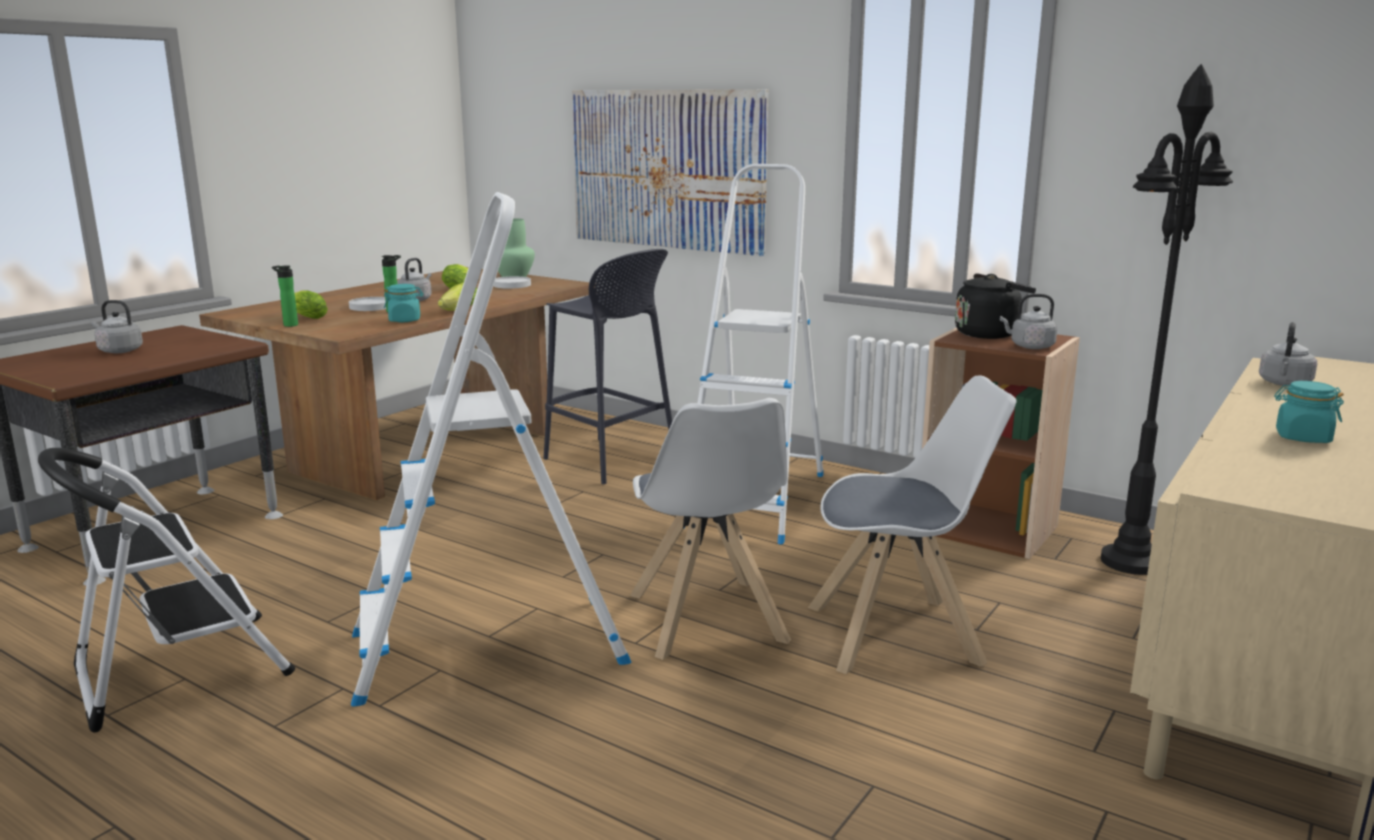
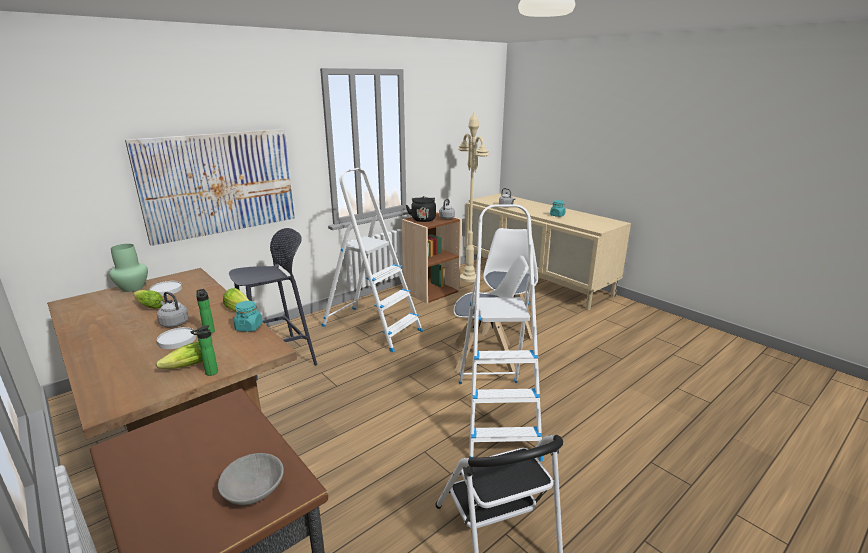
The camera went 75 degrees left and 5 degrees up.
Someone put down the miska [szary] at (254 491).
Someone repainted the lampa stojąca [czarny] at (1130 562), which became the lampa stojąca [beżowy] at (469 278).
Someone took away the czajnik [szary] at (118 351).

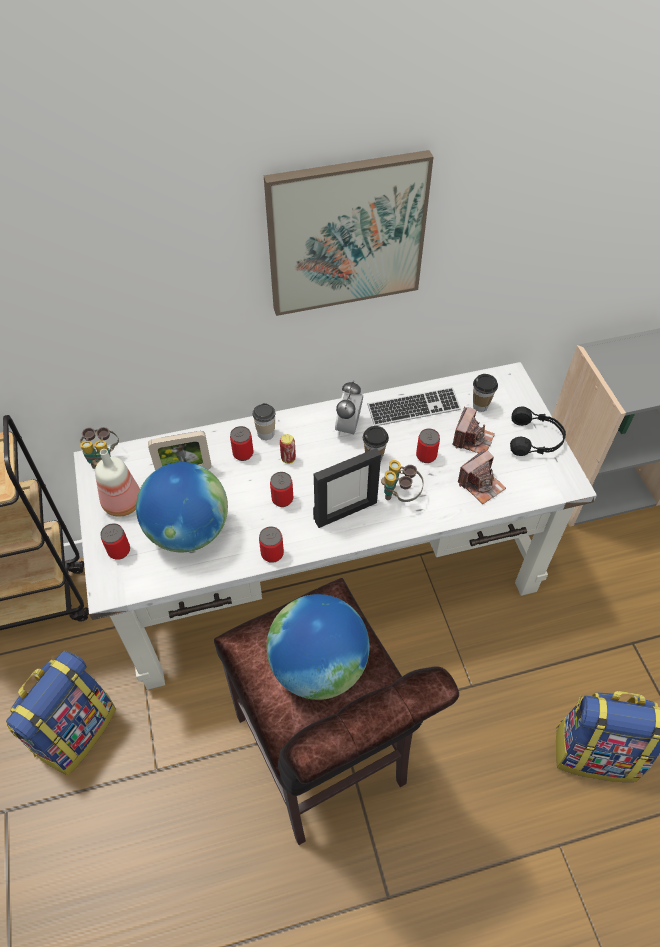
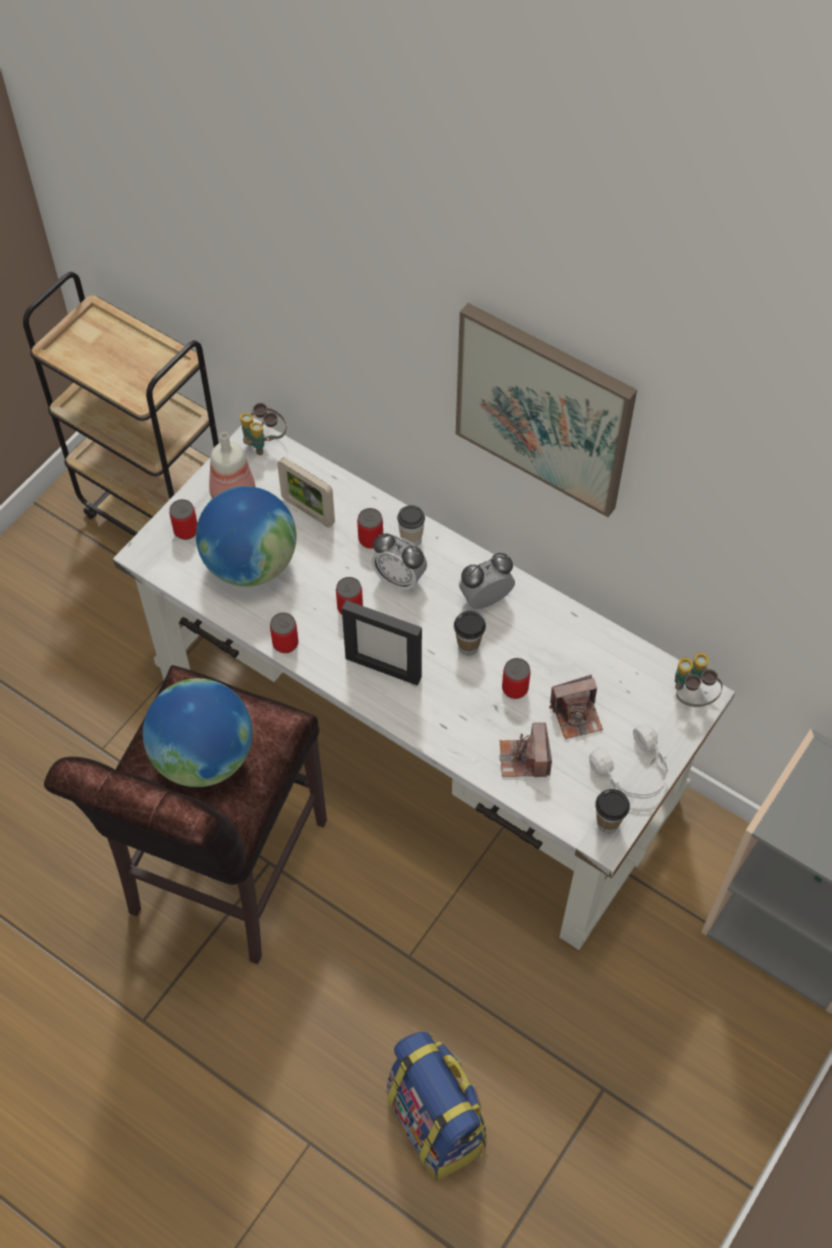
The camera went 50 degrees right and 5 degrees up.
Someone swapped the puszka at (288 459) for the budzik at (399 578).
Someone rotated the aparat fotograficzny at (481 485) by 75 degrees clockwise.
Someone repainted the słuchawki [czarny] at (535 439), which became the słuchawki [biały] at (633 772).
Someone carried the filiżanka from (480 406) to (607 823).
Someone carried the lornetka from (400 495) to (692 695).
Someone took away the plecak at (75 729).
Someone took away the klawiatura at (413 408).

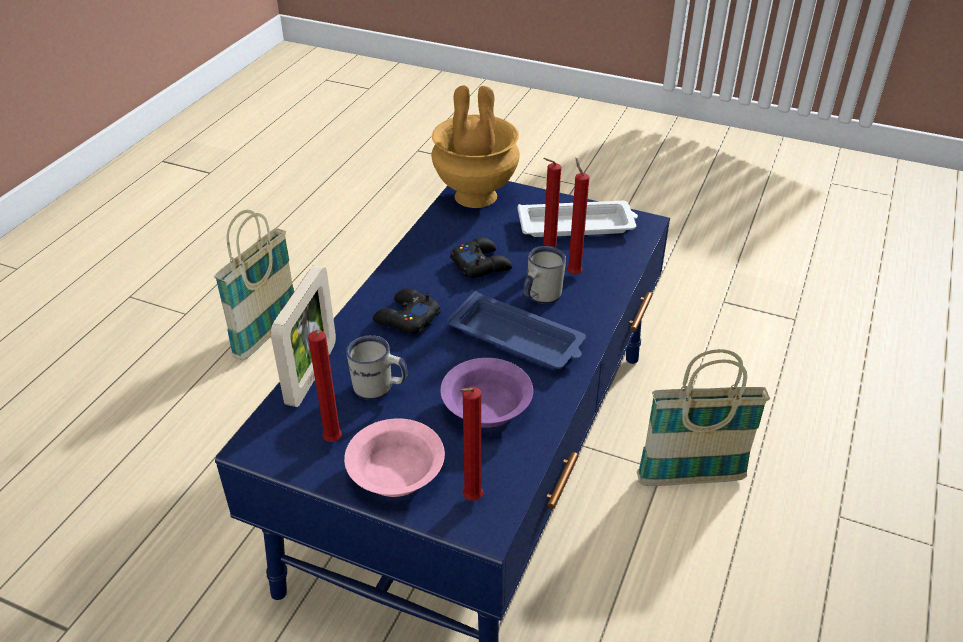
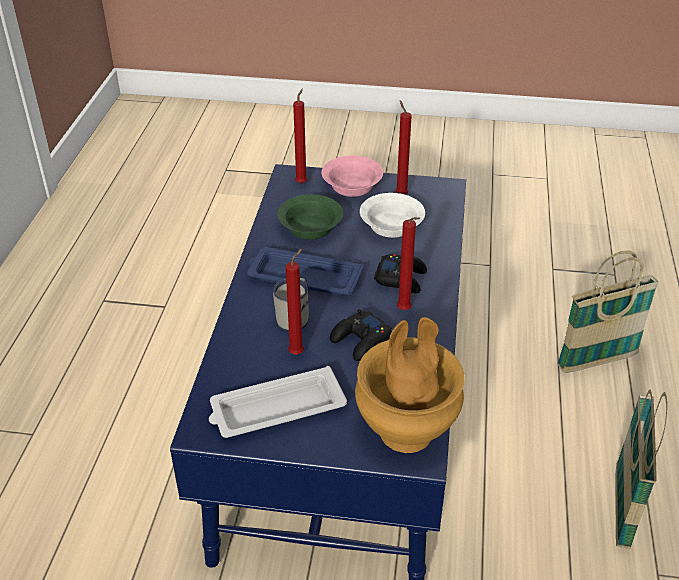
The camera went 165 degrees right and 0 degrees up.
Someone repainted the miska [fioletowy] at (485 406), which became the miska [zielony] at (311 229).
Someone swapped the kubek [biały] at (379 389) for the miska [biały] at (390 227).
Someone carried the świeca [czerwony] from (573 273) to (405 311).
Someone carried the koszyk from (690 478) to (597 361).
Someone took away the ramka na zdjęcie at (312 374).

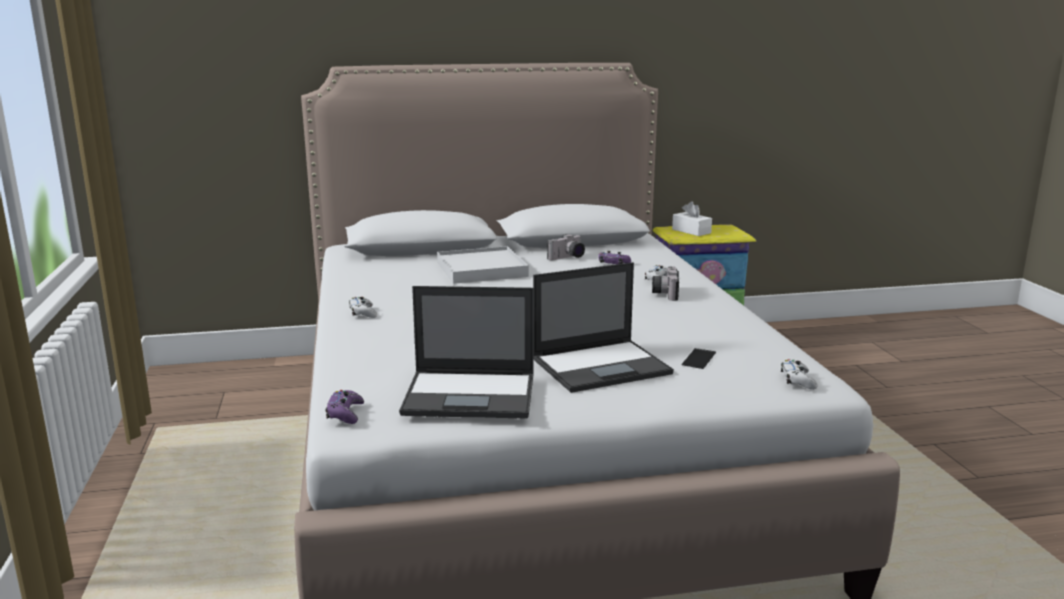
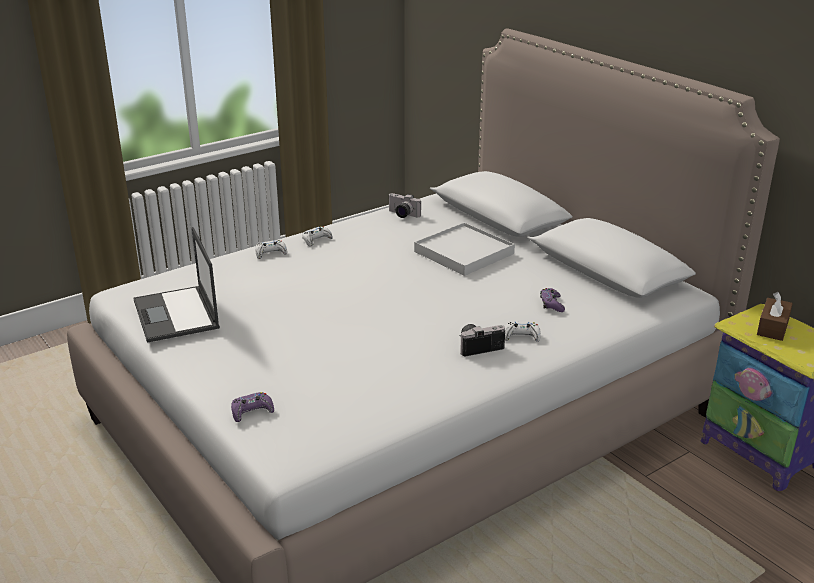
The camera went 65 degrees right and 10 degrees up.
Someone carried the pad do gier [fioletowy] from (345 413) to (252 411).
Someone carried the pad do gier [biały] from (797 380) to (270 253).
Someone carried the aparat fotograficzny from (568 258) to (402 215).
Someone repainted the pudełko chusteczek [biały] at (691 231), which became the pudełko chusteczek [brązowy] at (773 327).
Someone took away the laptop at (602 366).
Someone took away the telefon at (699 359).

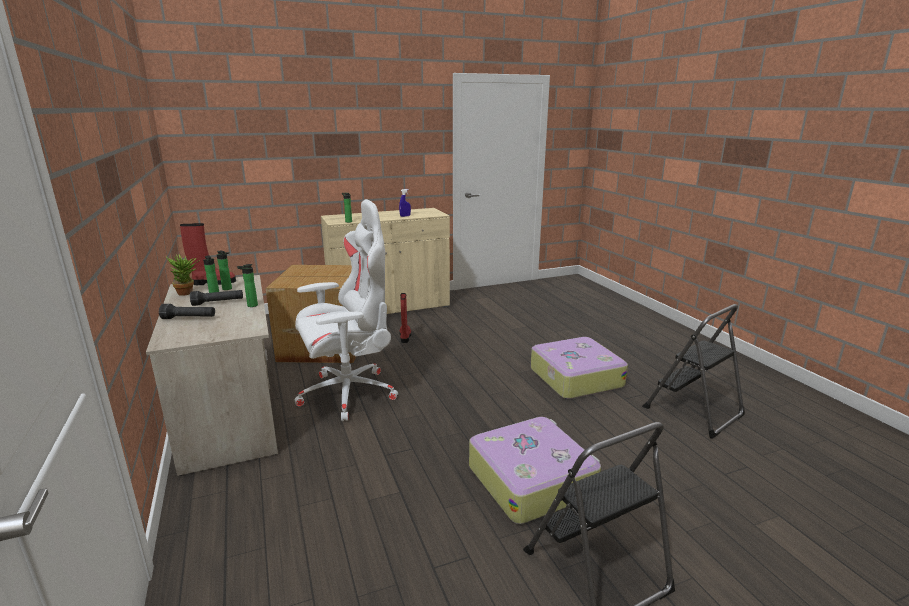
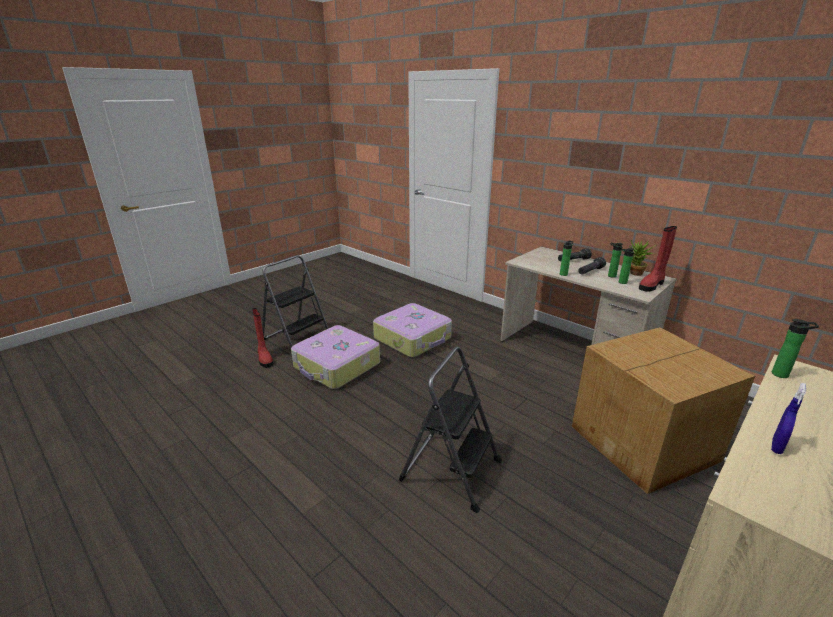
The camera went 155 degrees right and 5 degrees up.
Someone carried the but z cholewką [czerwony] from (405 337) to (264 359).
Someone carried the walizka from (574 377) to (413 338).
Someone carried the drabinka [czarny] from (696 412) to (447 468).
Someone took away the krzesło biurowe [biały] at (346 394).

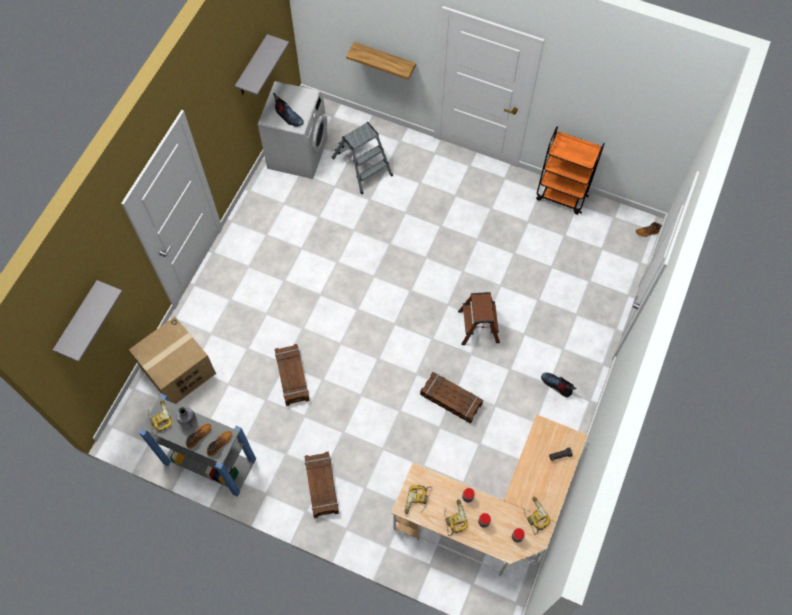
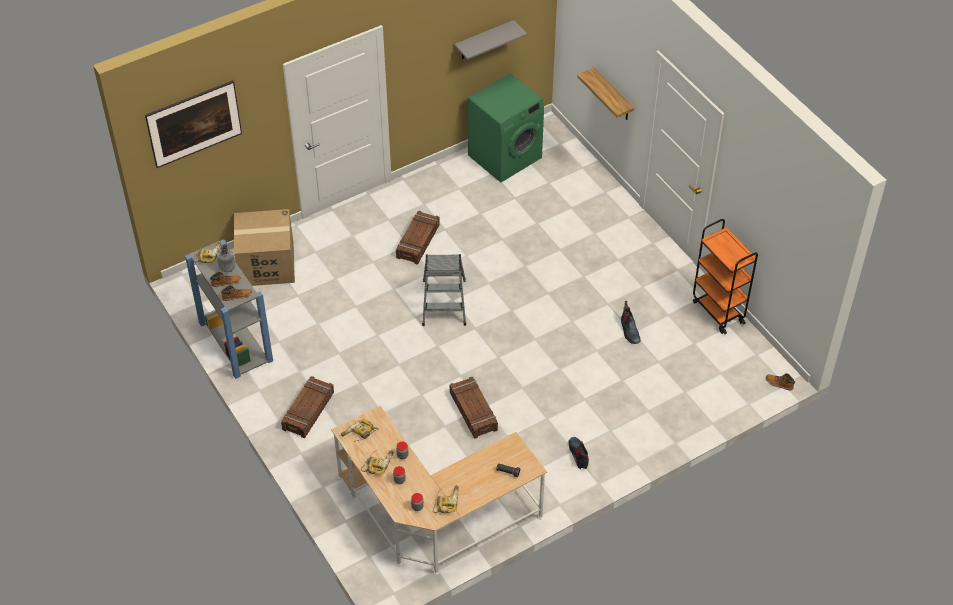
The camera went 35 degrees right and 15 degrees down.
Someone swapped the półka [szary] at (79 320) for the obraz at (196 136).
Someone carried the skrzynka from (293 376) to (418 241).
Someone carried the drabinka [szary] from (362 166) to (444 302).
Someone repainted the pralka [biały] at (299 152), which became the pralka [zielony] at (506 157).
Someone carried the but z cholewką from (288 117) to (629 331).
Someone took away the drabinka [brązowy] at (478 326).

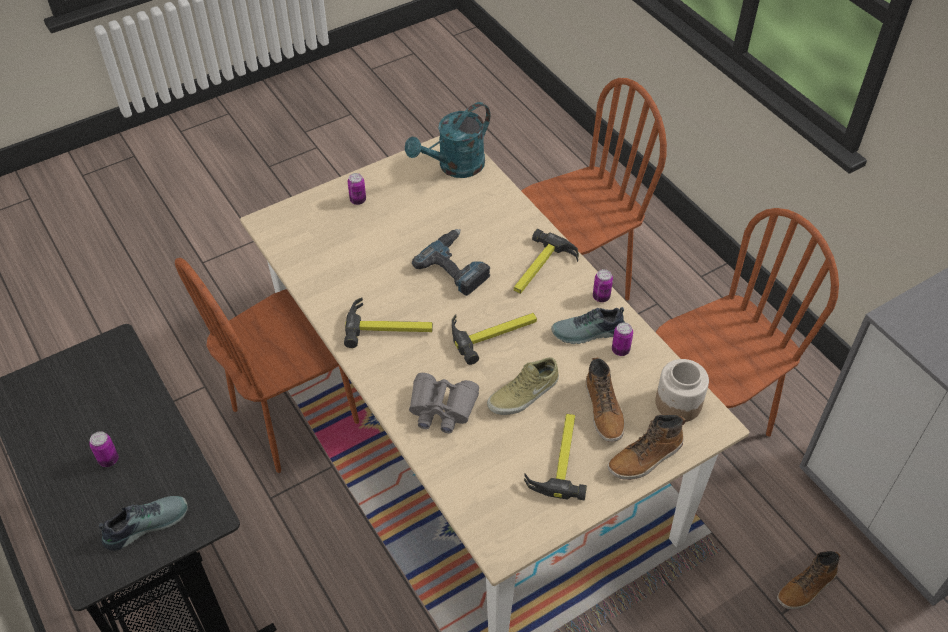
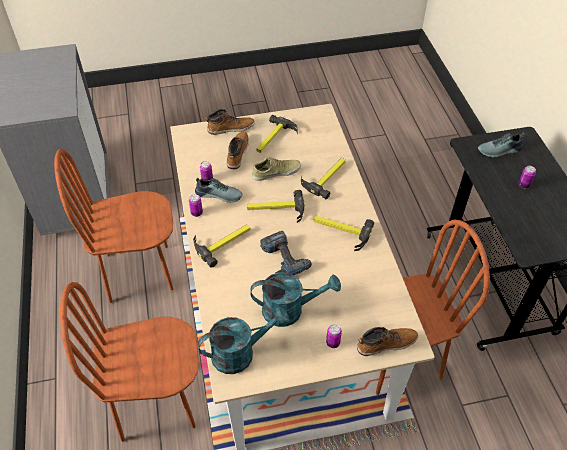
The camera went 160 degrees left and 0 degrees up.
Someone put down the konewka [turkusowy] at (290 310).
Someone swapped the lornetka [szary] at (442 408) for the młotek at (325 177).
Someone carried the but z cholewką from (806 588) to (386 343).
Someone took away the słoik at (678 403).

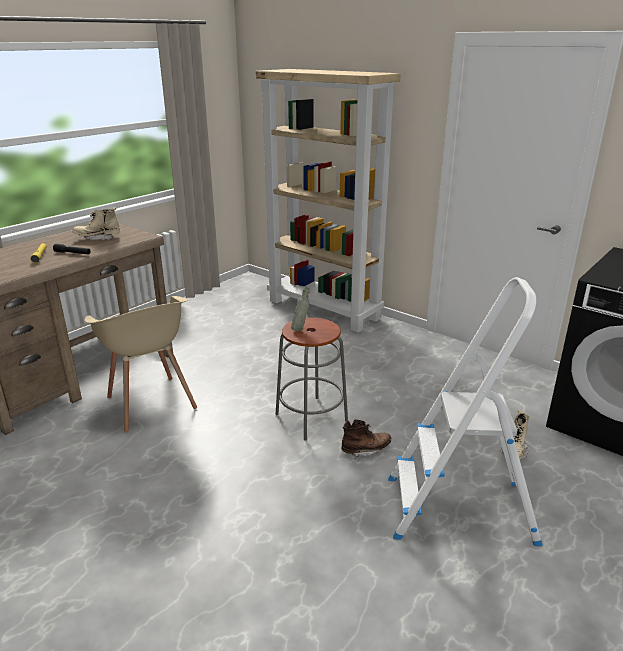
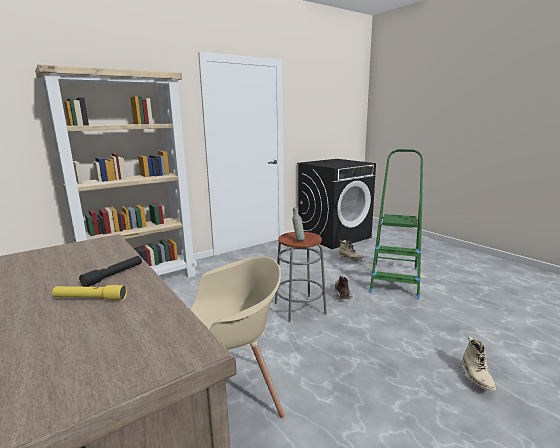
The camera went 75 degrees left and 10 degrees down.
Someone repainted the drabinka [biały] at (458 509), which became the drabinka [zielony] at (394 279).
Someone carried the but z cholewką [beżowy] from (98 238) to (476 379).

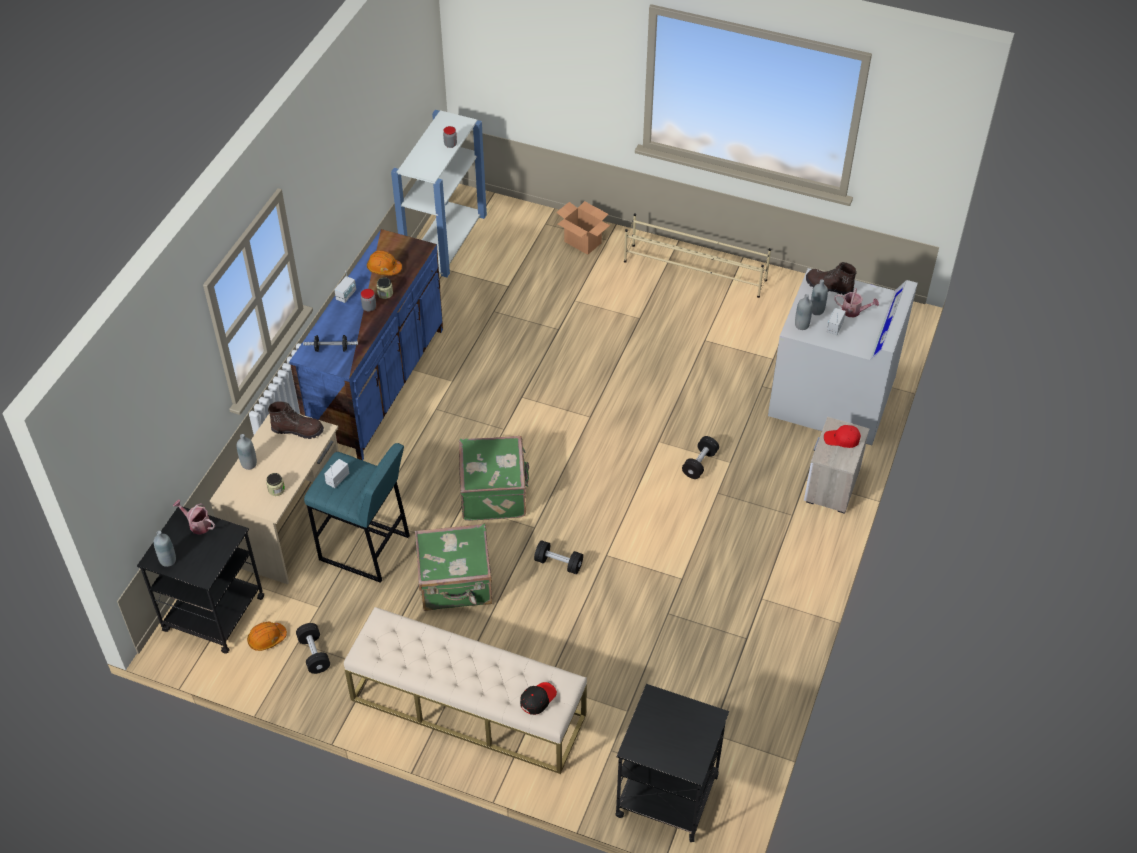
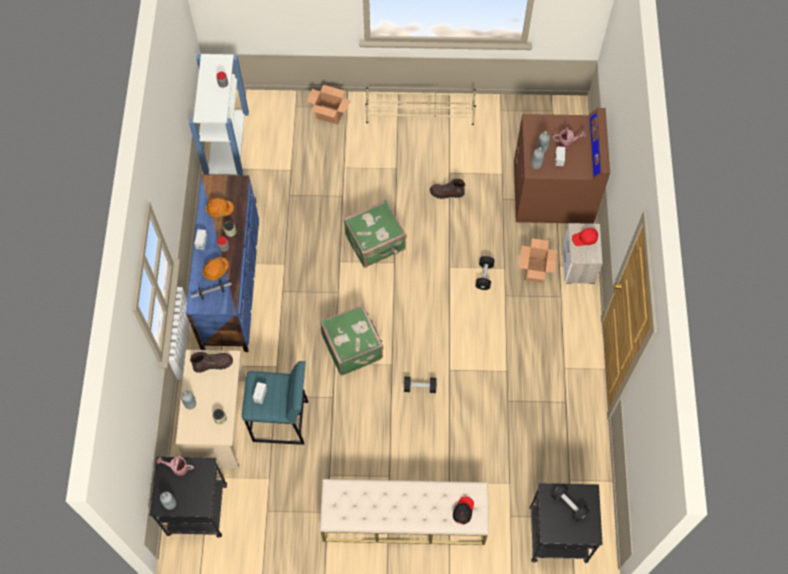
The camera went 20 degrees left and 15 degrees up.
Someone carried the kask [pomarańczowy] from (267 639) to (216 270).
Someone carried the walizka [zielony] from (456 584) to (376 243).
Someone carried the but z cholewką [brązowy] from (828 287) to (446 193).
Someone repainted the pralka [biały] at (831 396), which became the pralka [brązowy] at (552 192).
Someone put down the karton at (535 271).
Someone carried the hantel [czarny] from (314 654) to (569 505).

